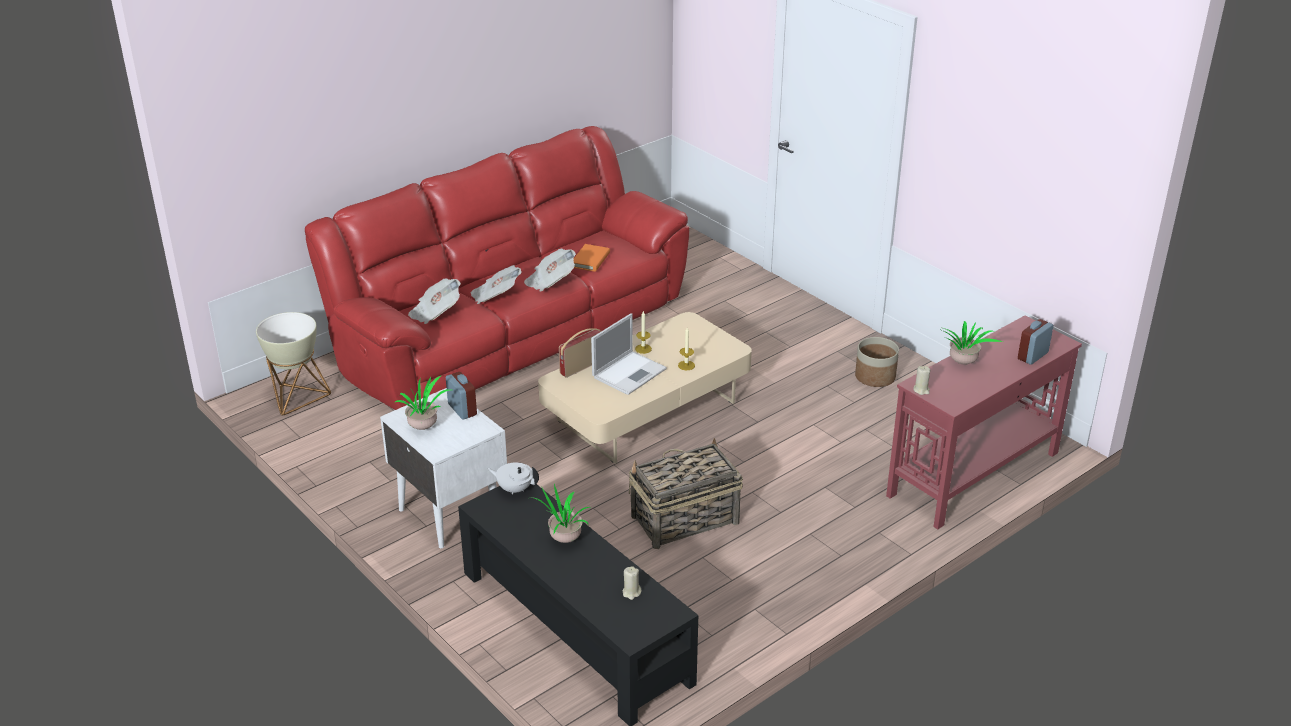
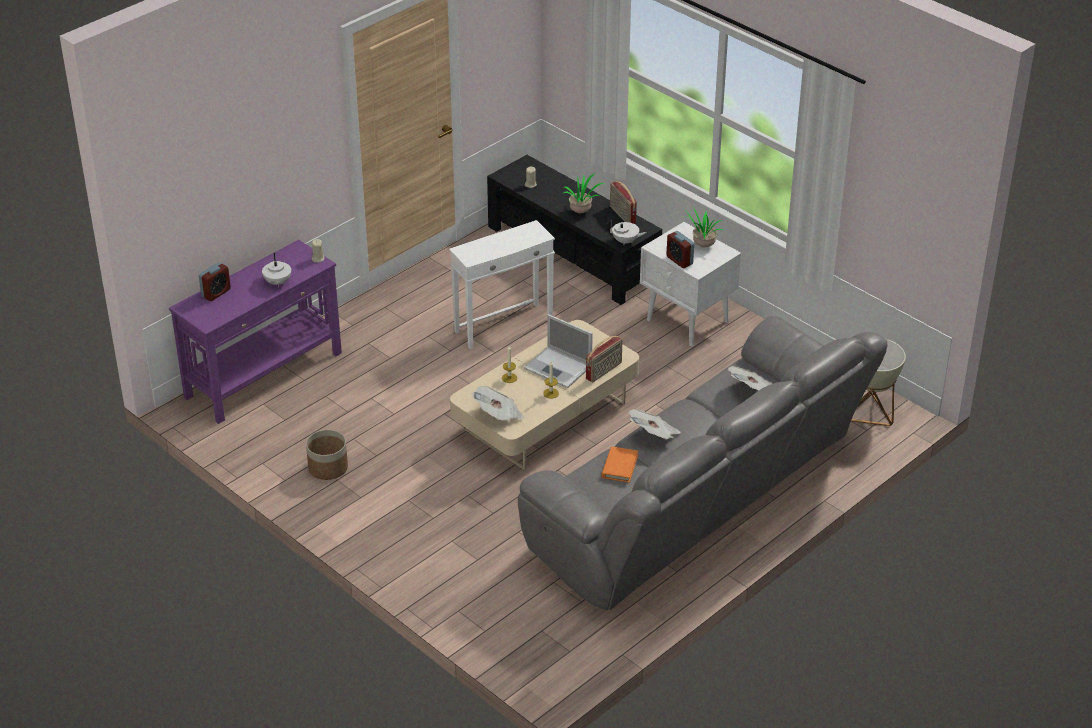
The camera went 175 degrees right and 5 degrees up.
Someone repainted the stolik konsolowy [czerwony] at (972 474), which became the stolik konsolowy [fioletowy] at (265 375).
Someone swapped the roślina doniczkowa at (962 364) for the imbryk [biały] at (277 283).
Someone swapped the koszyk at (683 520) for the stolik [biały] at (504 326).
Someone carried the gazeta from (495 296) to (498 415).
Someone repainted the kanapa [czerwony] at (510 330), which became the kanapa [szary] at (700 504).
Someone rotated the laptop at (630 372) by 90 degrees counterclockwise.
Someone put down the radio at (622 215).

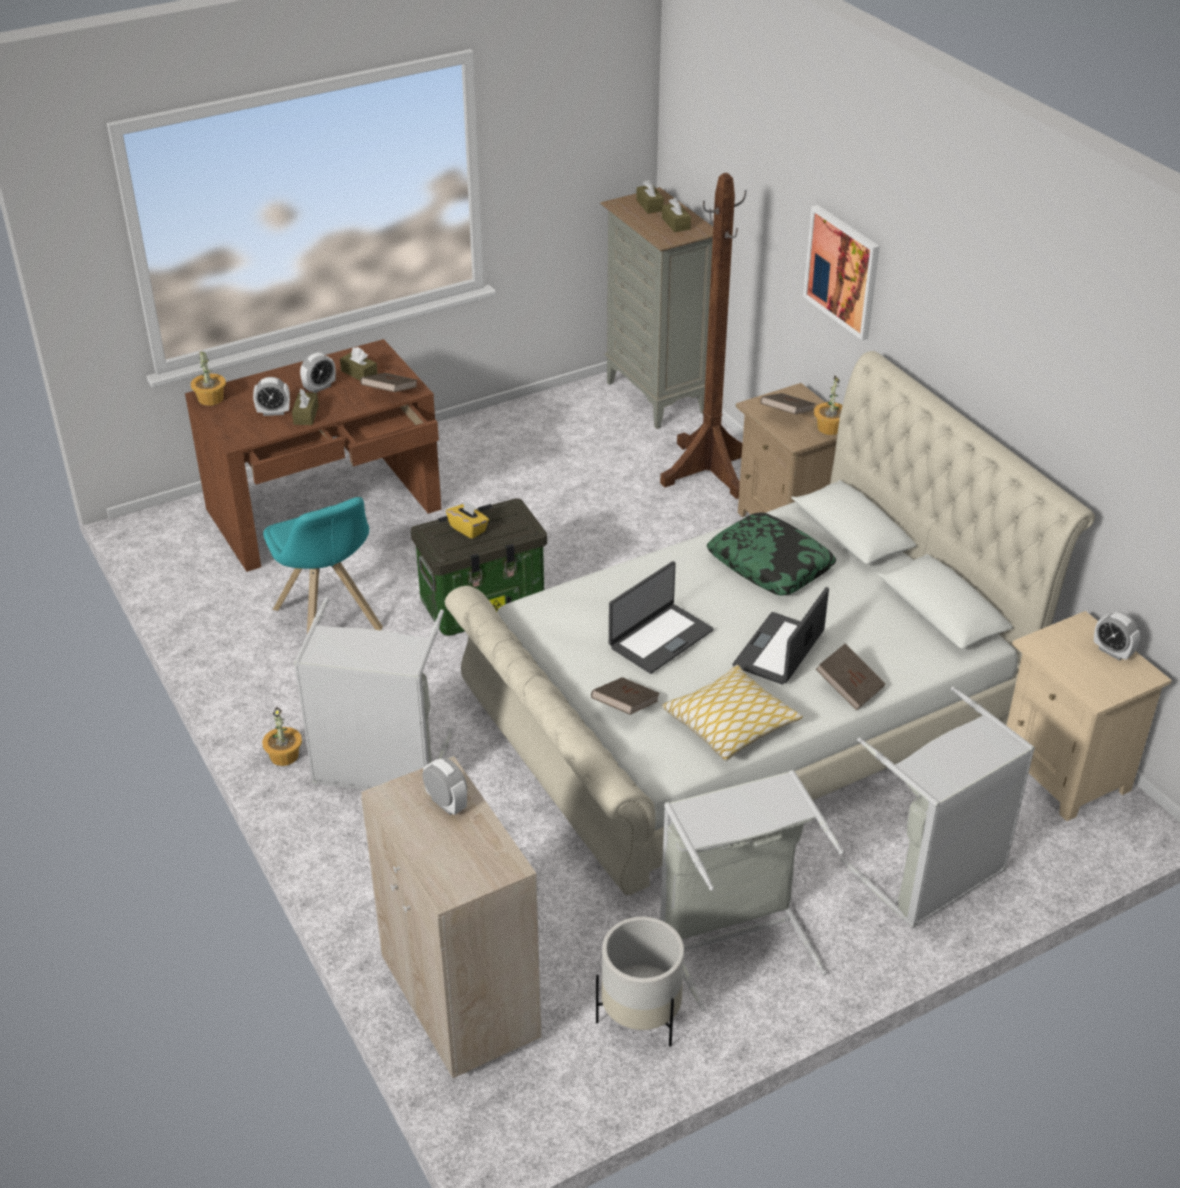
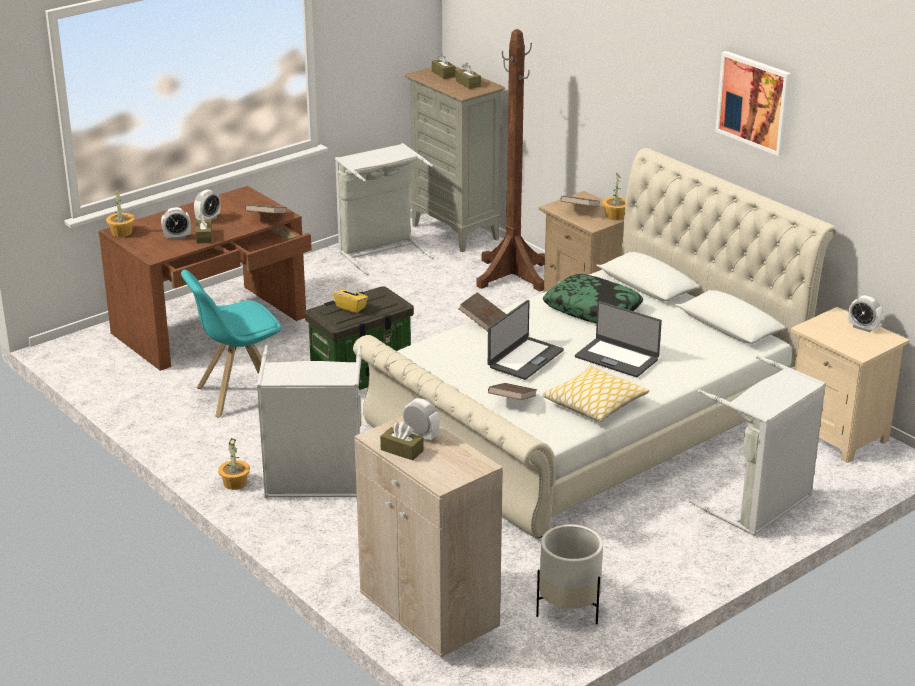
The camera went 10 degrees left and 10 degrees down.
Someone rotated the krzesło [turkusowy] at (328 619) by 105 degrees clockwise.
Someone carried the kosz na pranie [szary] from (734 938) to (381 252).
Someone carried the pudełko chusteczek [brązowy] from (359 373) to (402 450).
Someone carried the książka [brązowy] from (849 688) to (483 322).
Someone rotated the laptop at (780 650) by 75 degrees counterclockwise.
Someone carried the obraz from (842 271) to (754 102).

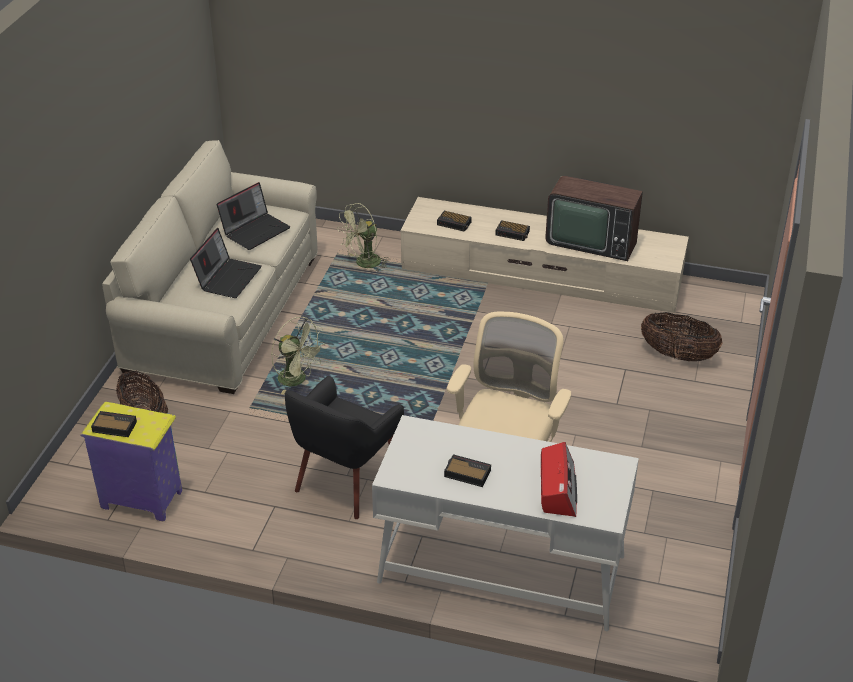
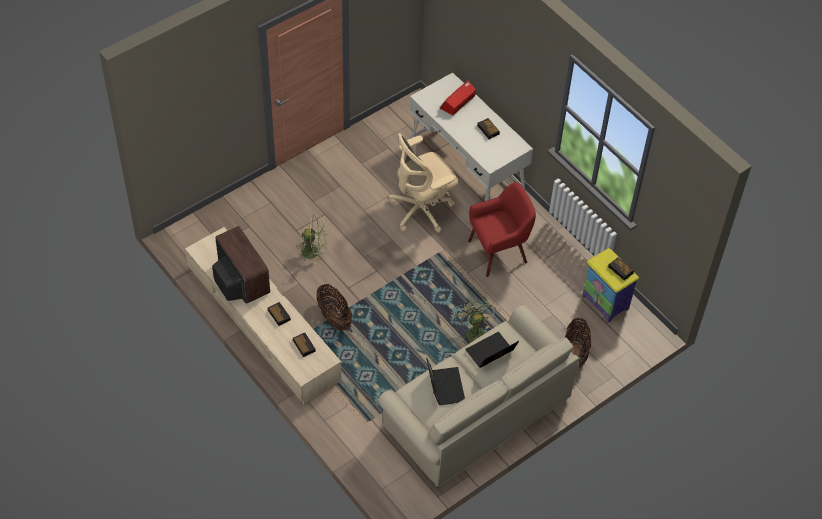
The camera went 145 degrees left and 15 degrees up.
Someone carried the wentylator [zielony] from (364 264) to (314 251).
Someone carried the koszyk from (678 355) to (334 317).
Someone rotated the laptop at (255 230) by 90 degrees clockwise.
Someone repainted the fotel [czarny] at (346 482), which became the fotel [czerwony] at (498 252).

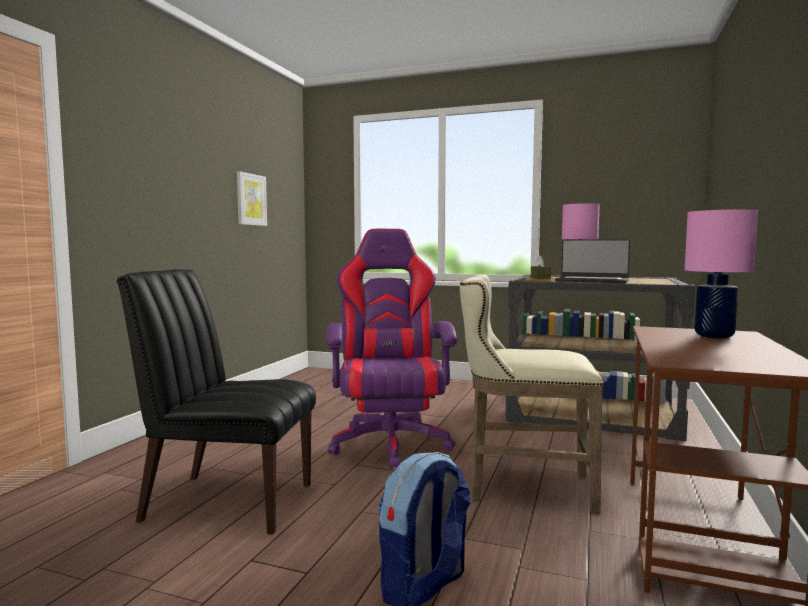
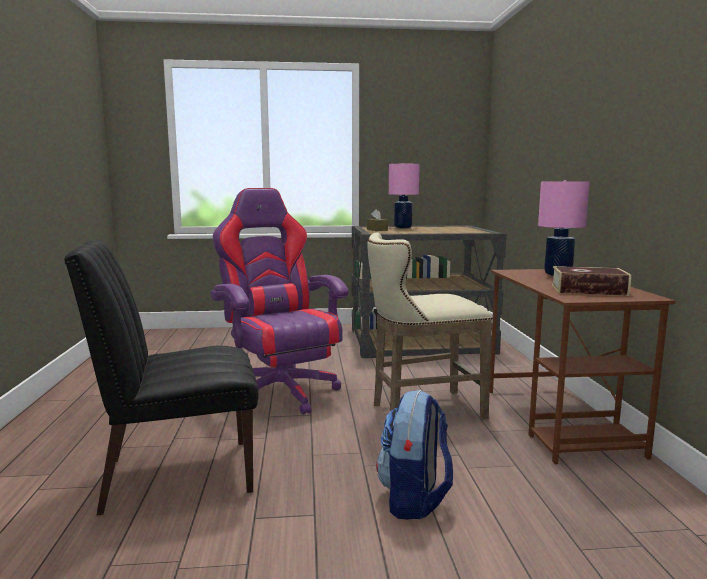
The camera went 25 degrees left and 5 degrees up.
Someone put down the książka at (588 290).
Someone took away the obraz at (251 199).
Someone took away the laptop at (592 281).

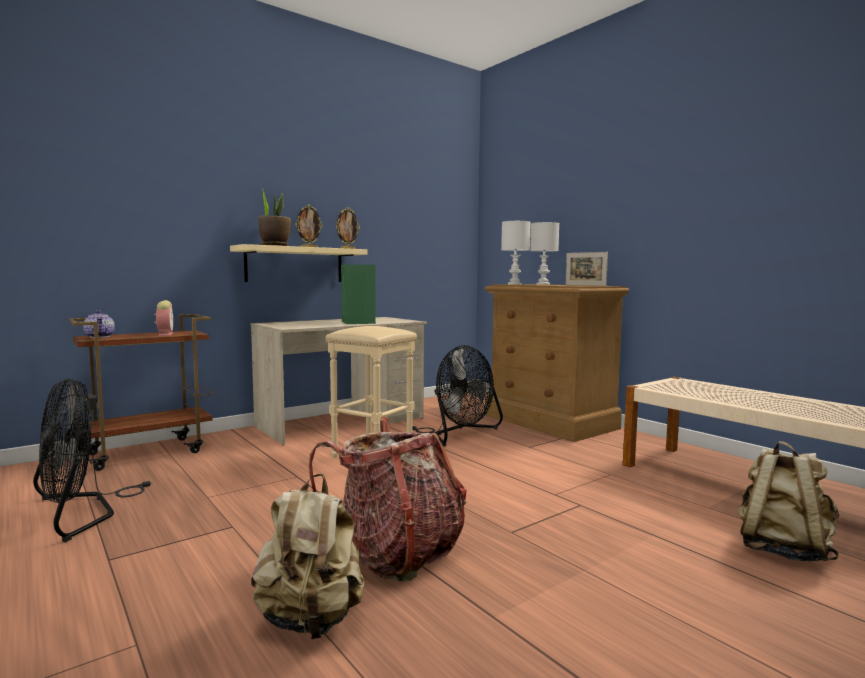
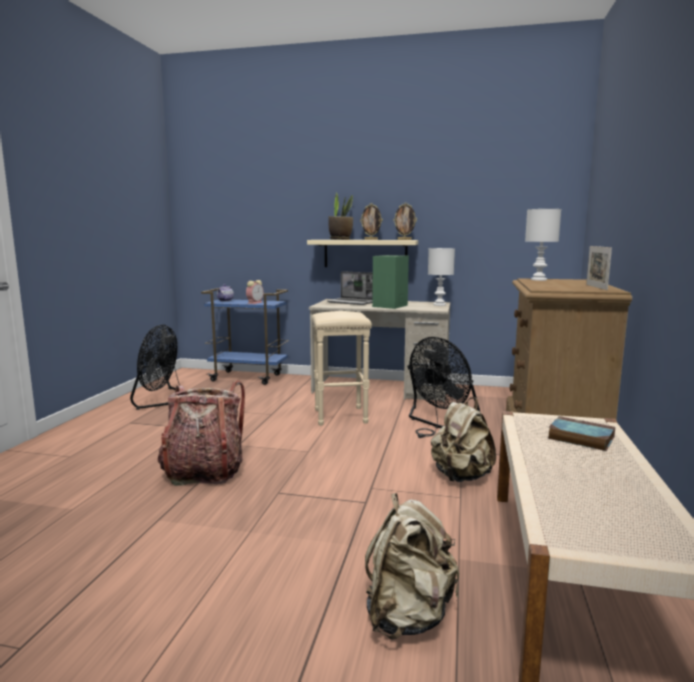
The camera went 50 degrees right and 5 degrees up.
Someone repainted the wózek [brązowy] at (149 452), which became the wózek [niebieski] at (249 378).
Someone put down the laptop at (352 302).
Someone rotated the wentylator [czarny] at (456 434) by 135 degrees counterclockwise.
Someone carried the lampa stołowa [biały] from (543 284) to (440 305).
Someone carried the plecak [beżowy] from (311 620) to (461 476).
Someone put down the książka at (579 438).

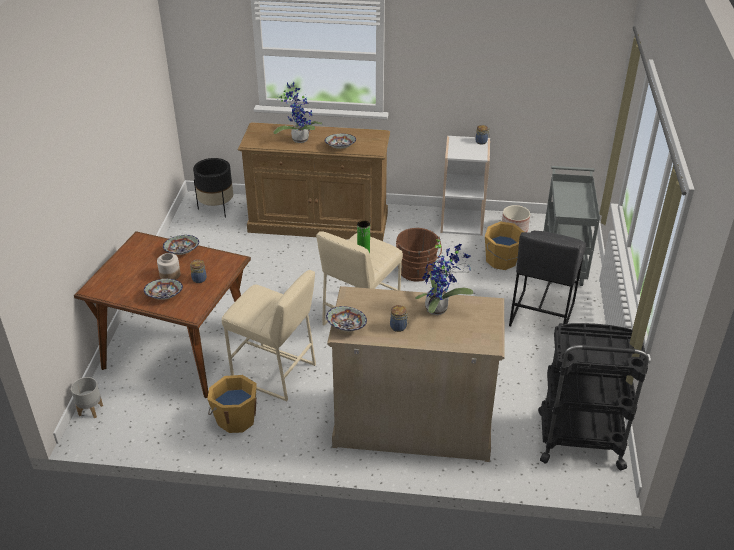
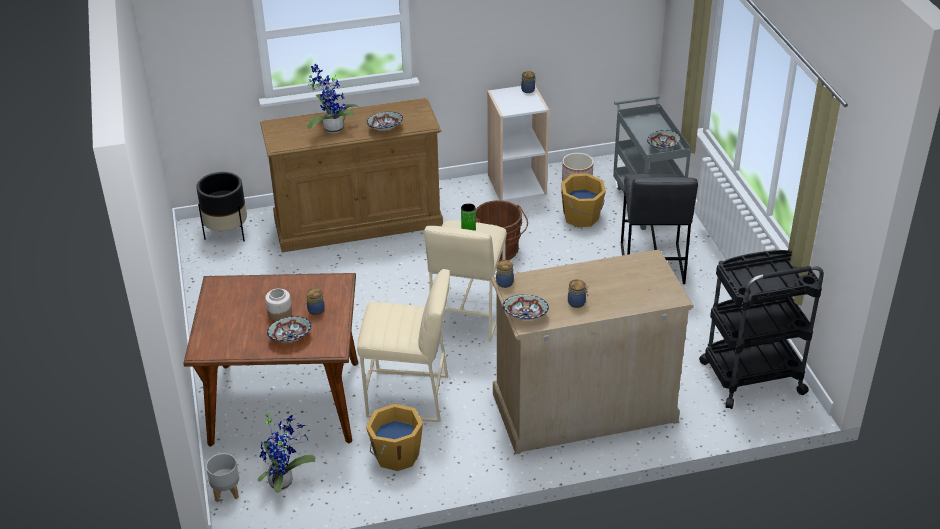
The camera went 20 degrees left and 0 degrees up.
Someone carried the roślina doniczkowa from (439 308) to (284 481).
Someone put down the słoik at (504 282).
Someone carried the miska from (182 251) to (662 147).

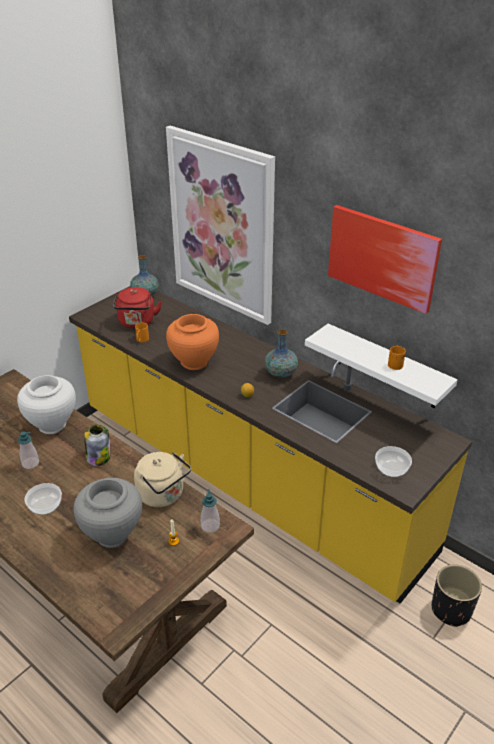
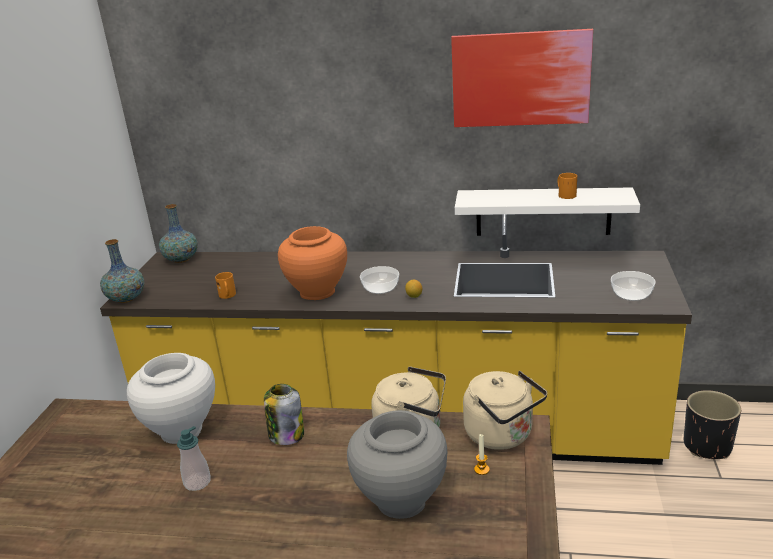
The camera went 30 degrees left and 10 degrees down.
Someone carried the wazon from (280 373) to (126 298).
Someone carried the miska from (45 505) to (380 288).
Someone swapped the dozownik mydła at (210 526) for the czajnik [beżowy] at (502 435).
Someone took away the czajnik [czerwony] at (137 323).
Someone took away the obraz at (222 226).

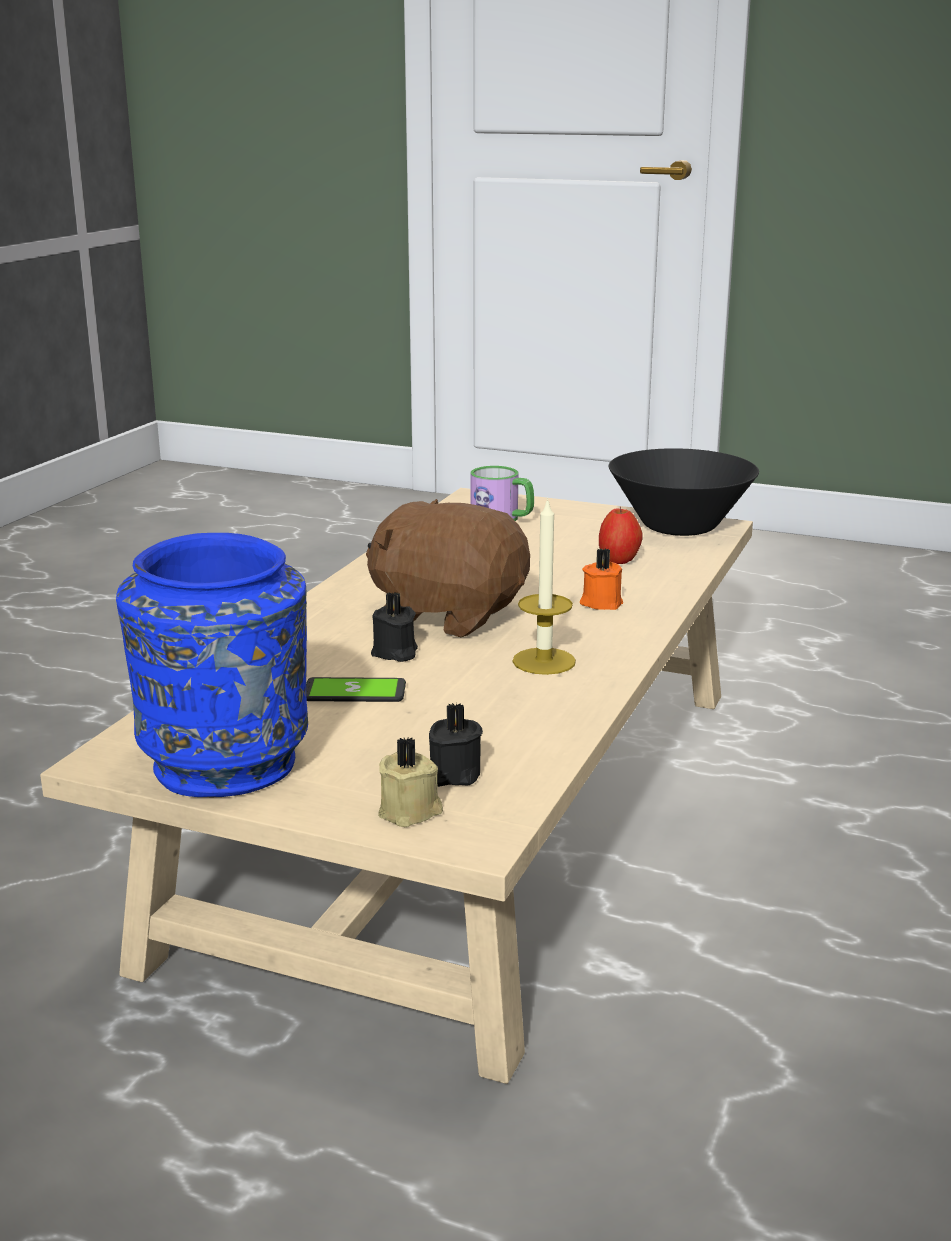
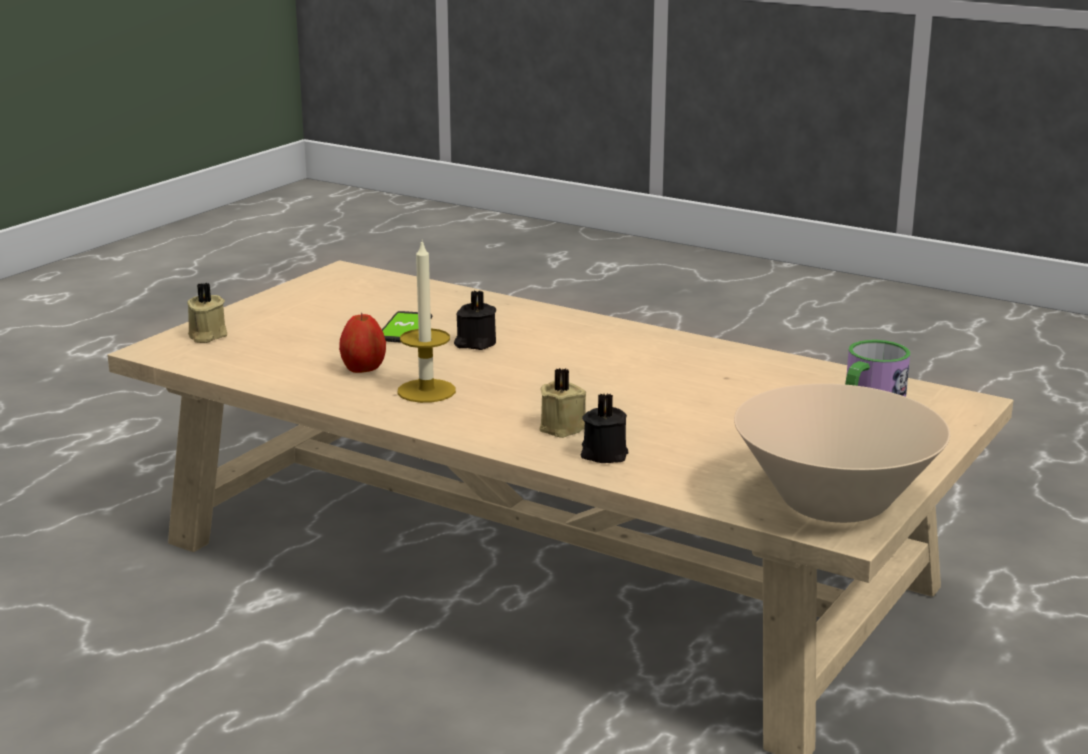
The camera went 100 degrees right and 0 degrees up.
Someone carried the jabłko from (618 560) to (363 370).
Someone repainted the świeca [pomarańczowy] at (601 602), which became the świeca [beżowy] at (564 428).
Someone carried the świeca [czarny] from (452 774) to (603 454).
Someone repainted the miska [czarny] at (679 527), which became the miska [beżowy] at (834 503).
Someone took away the wazon [niebieski] at (226 766).
Someone took away the pluszak [brązowy] at (448 615).

